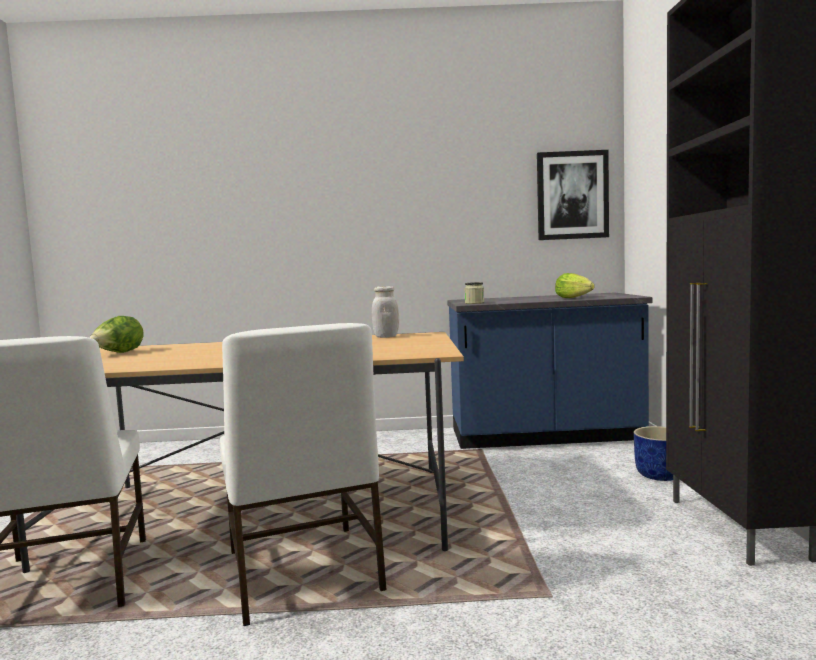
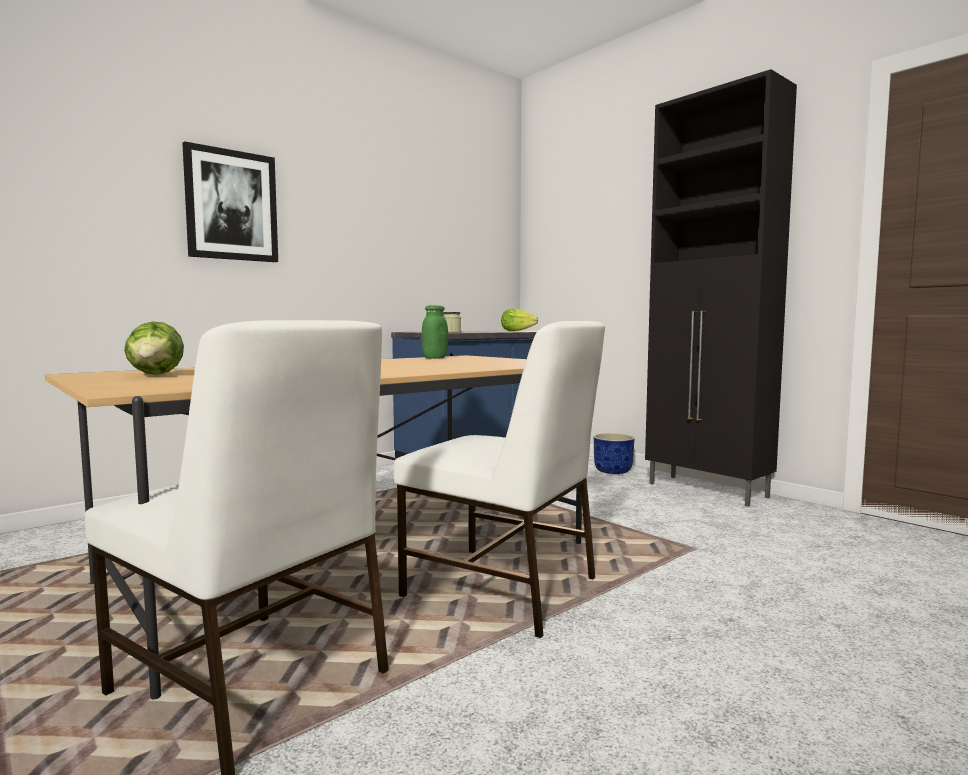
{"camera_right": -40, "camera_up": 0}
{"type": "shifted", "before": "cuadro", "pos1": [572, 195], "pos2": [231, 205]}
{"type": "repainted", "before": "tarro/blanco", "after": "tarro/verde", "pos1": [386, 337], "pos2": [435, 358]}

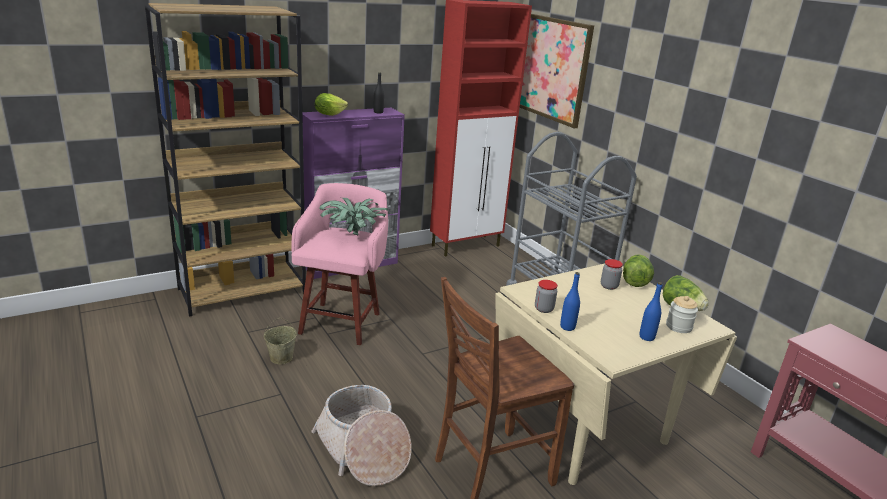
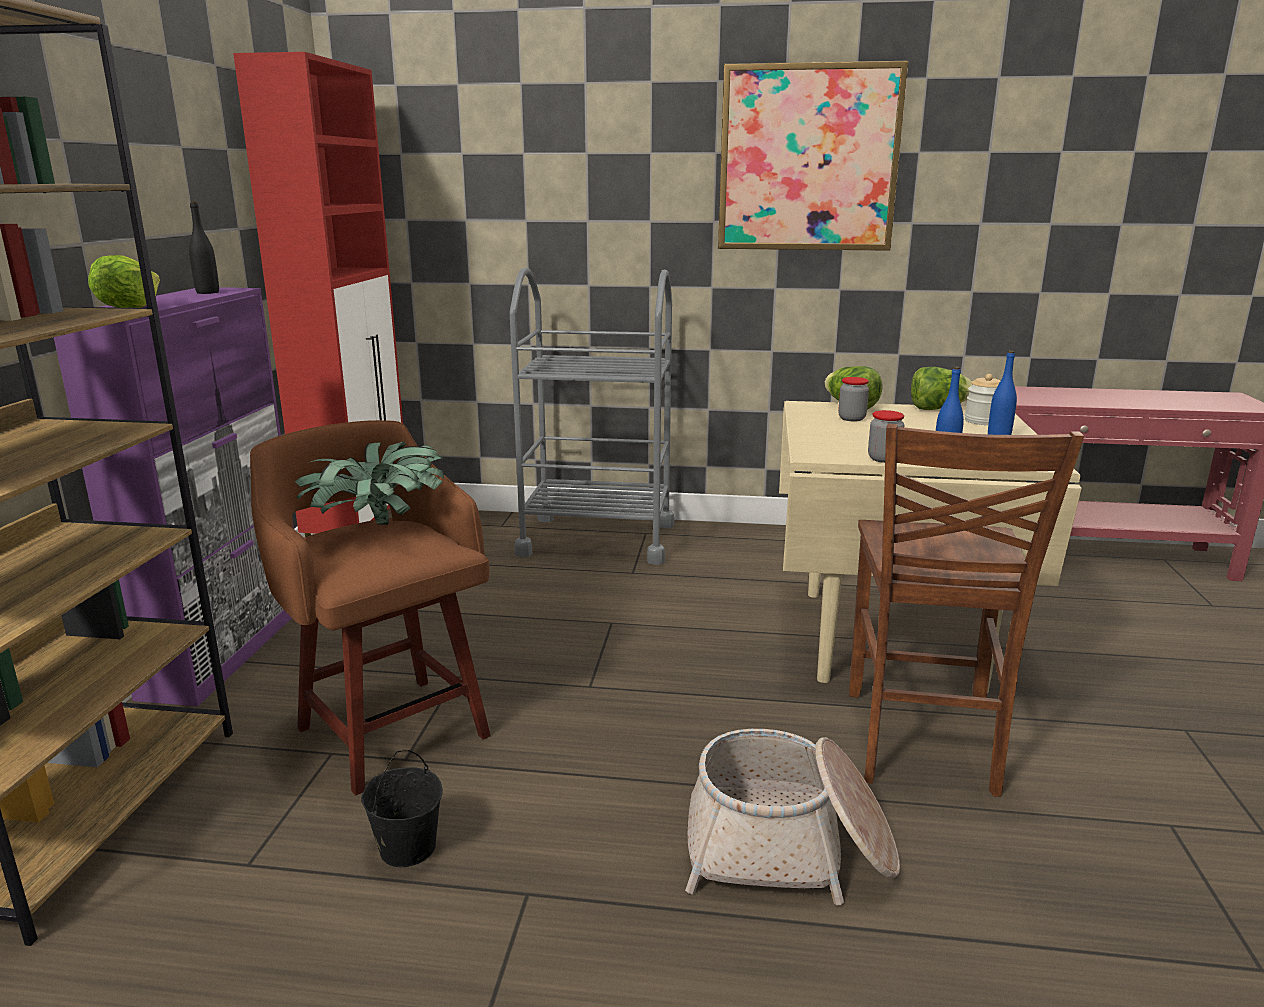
{"camera_right": -50, "camera_up": -5}
{"type": "repainted", "before": "taburete/rosa", "after": "taburete/marrón", "pos1": [341, 321], "pos2": [389, 729]}
{"type": "repainted", "before": "cubo/beis", "after": "cubo/negro", "pos1": [281, 357], "pos2": [407, 847]}
{"type": "shifted", "before": "cuadro", "pos1": [553, 69], "pos2": [808, 159]}

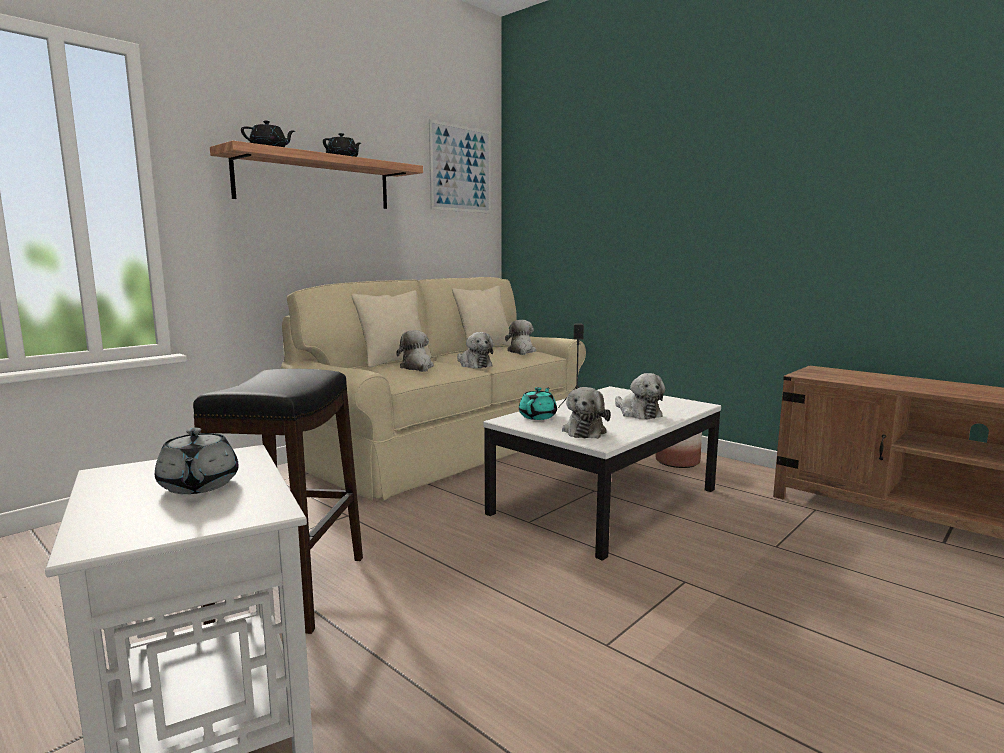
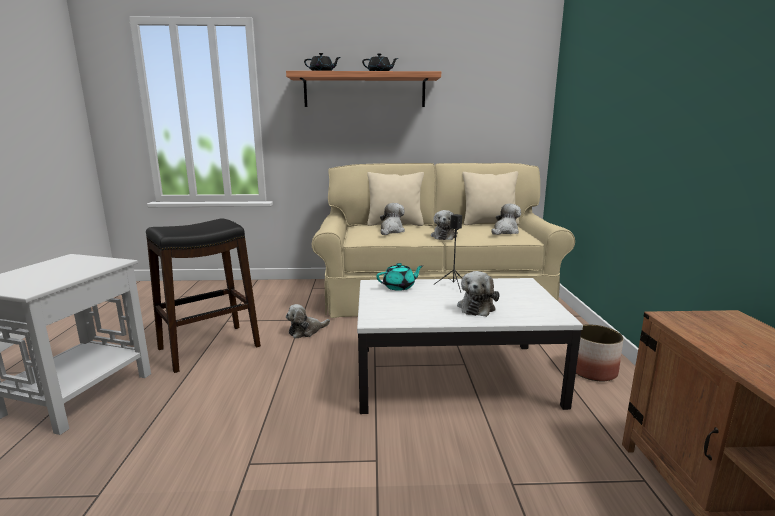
{"camera_right": 45, "camera_up": 5}
{"type": "shifted", "before": "peluche", "pos1": [584, 431], "pos2": [306, 331]}
{"type": "gone", "before": "tetera/gris", "pos1": [198, 486]}
{"type": "gone", "before": "cuadro", "pos1": [460, 169]}

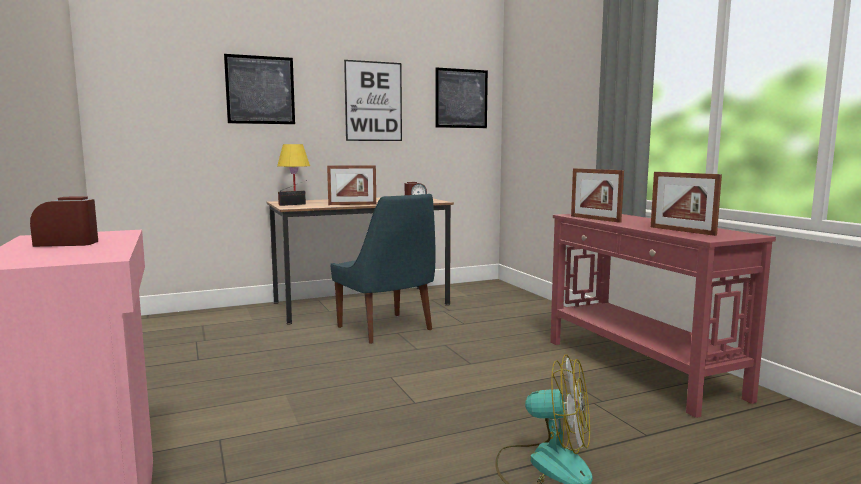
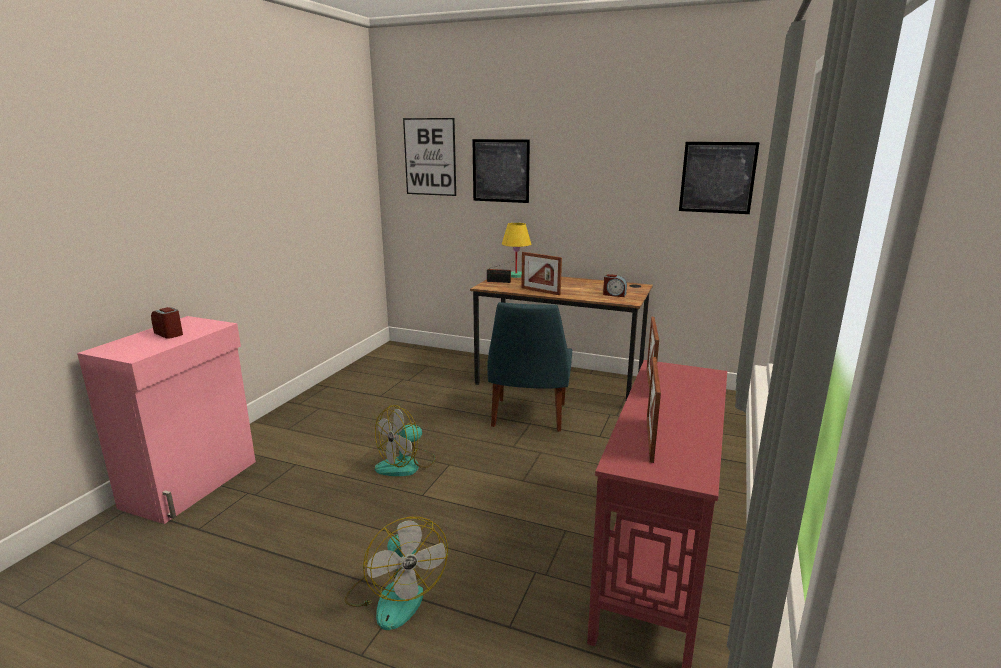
{"camera_right": 45, "camera_up": 10}
{"type": "new", "after": "ventilador", "pos2": [406, 464]}
{"type": "shifted", "before": "cuadro", "pos1": [373, 101], "pos2": [430, 157]}

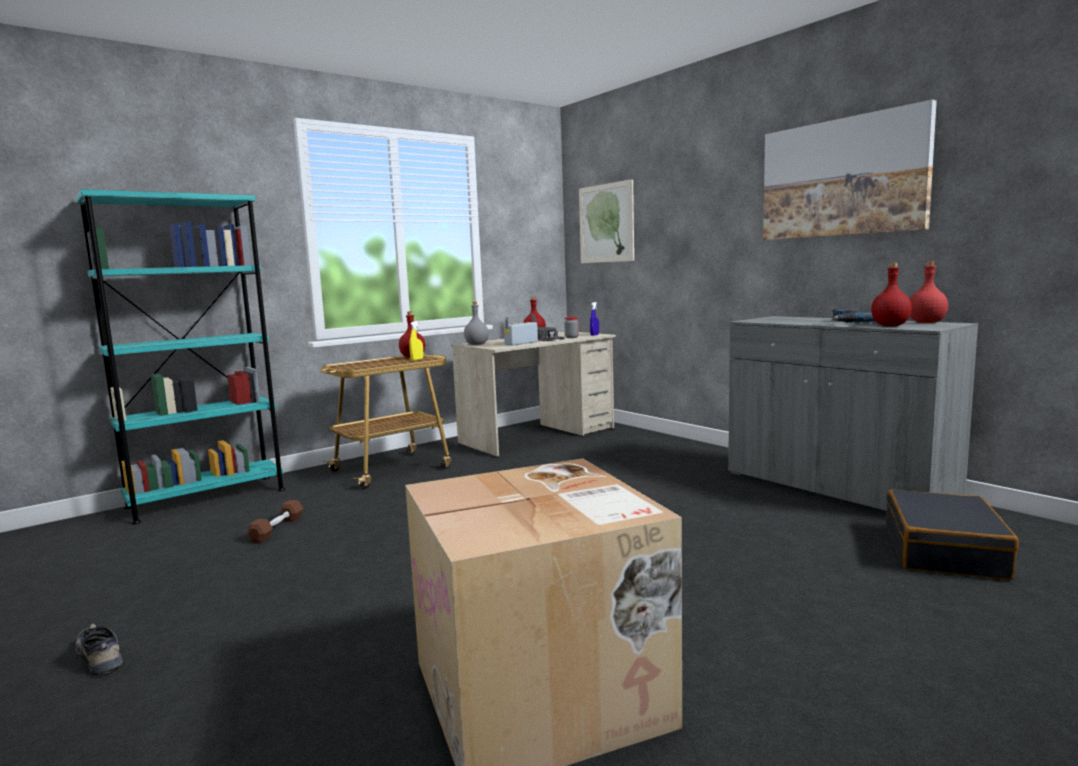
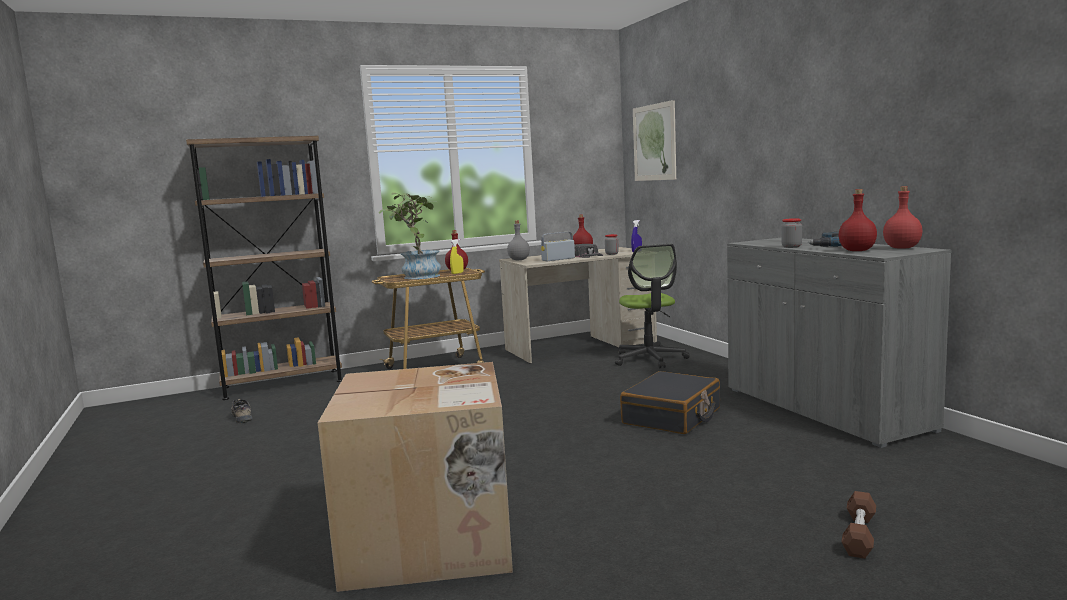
{"camera_right": 15, "camera_up": 0}
{"type": "repainted", "before": "estantería/turquesa", "after": "estantería/marrón", "pos1": [207, 498], "pos2": [282, 384]}
{"type": "shifted", "before": "zapato", "pos1": [102, 656], "pos2": [243, 416]}
{"type": "new", "after": "planta en maceta", "pos2": [416, 276]}
{"type": "new", "after": "silla de oficina", "pos2": [649, 359]}
{"type": "shifted", "before": "maleta/negro", "pos1": [944, 551], "pos2": [672, 416]}
{"type": "new", "after": "tarro", "pos2": [791, 247]}
{"type": "shifted", "before": "mancuerna/marrón", "pos1": [277, 529], "pos2": [859, 534]}
{"type": "gone", "before": "cuadro", "pos1": [842, 178]}

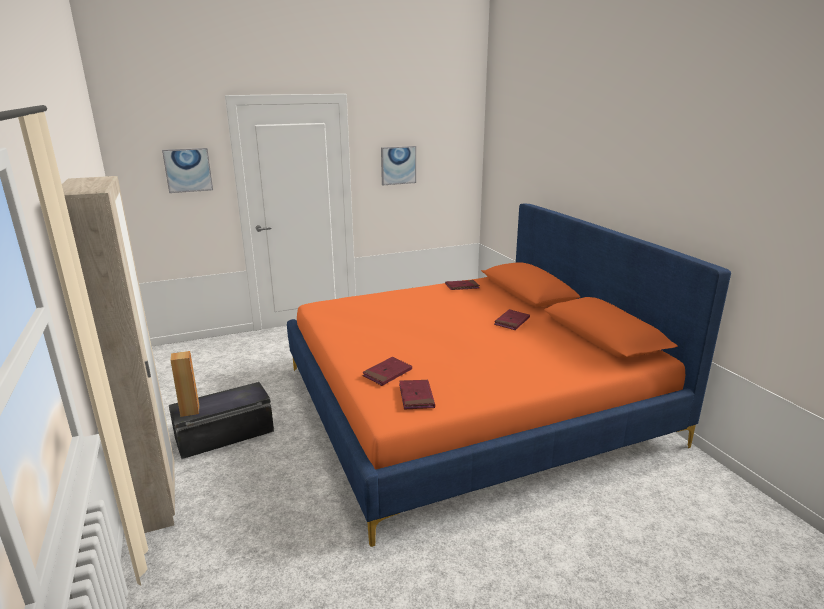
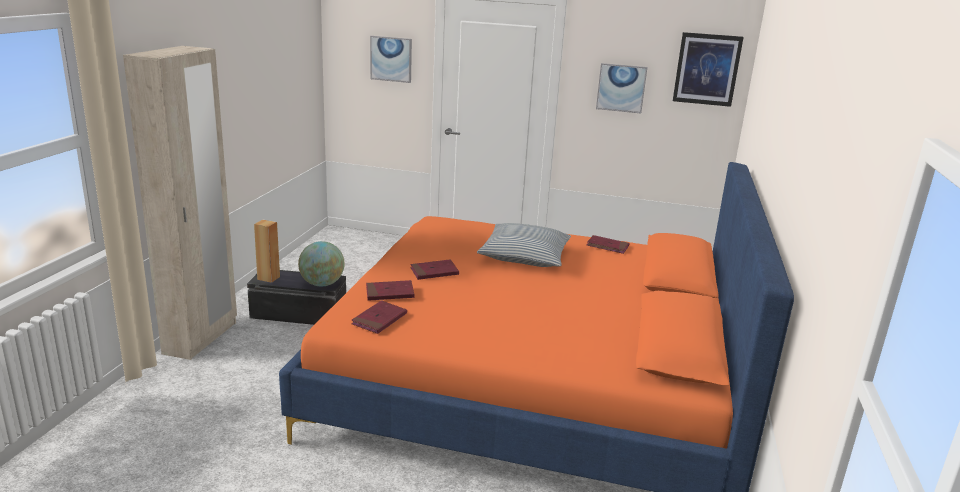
{"camera_right": 35, "camera_up": 0}
{"type": "new", "after": "globo terráqueo", "pos2": [322, 284]}
{"type": "shifted", "before": "libro/rojo", "pos1": [512, 321], "pos2": [434, 272]}
{"type": "new", "after": "cojín", "pos2": [525, 256]}
{"type": "new", "after": "cuadro", "pos2": [707, 69]}

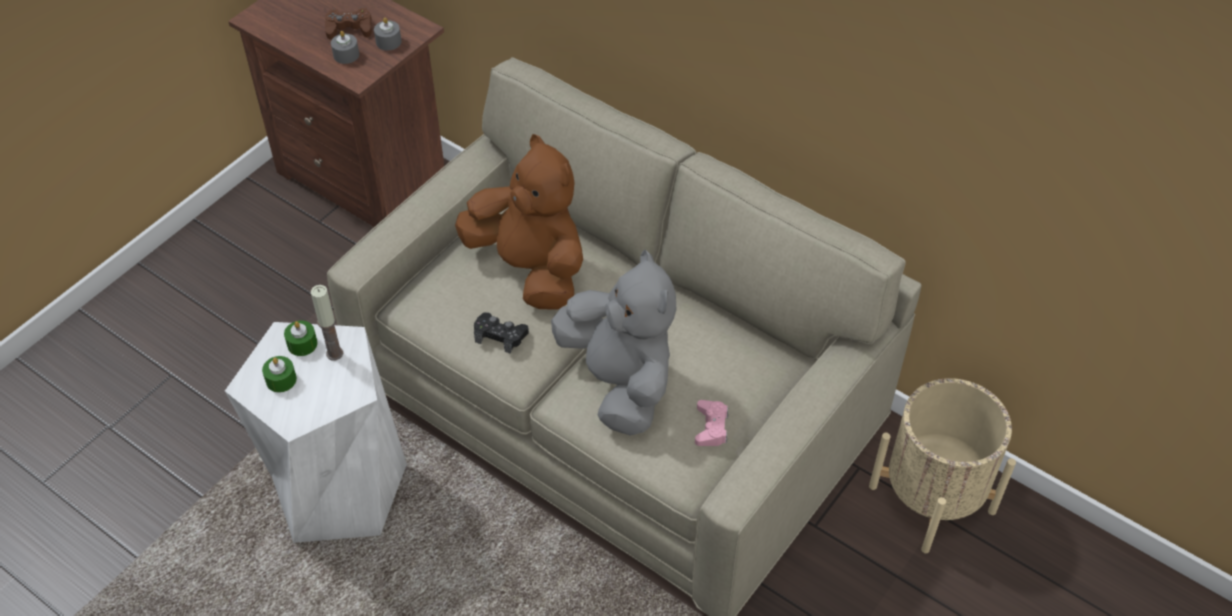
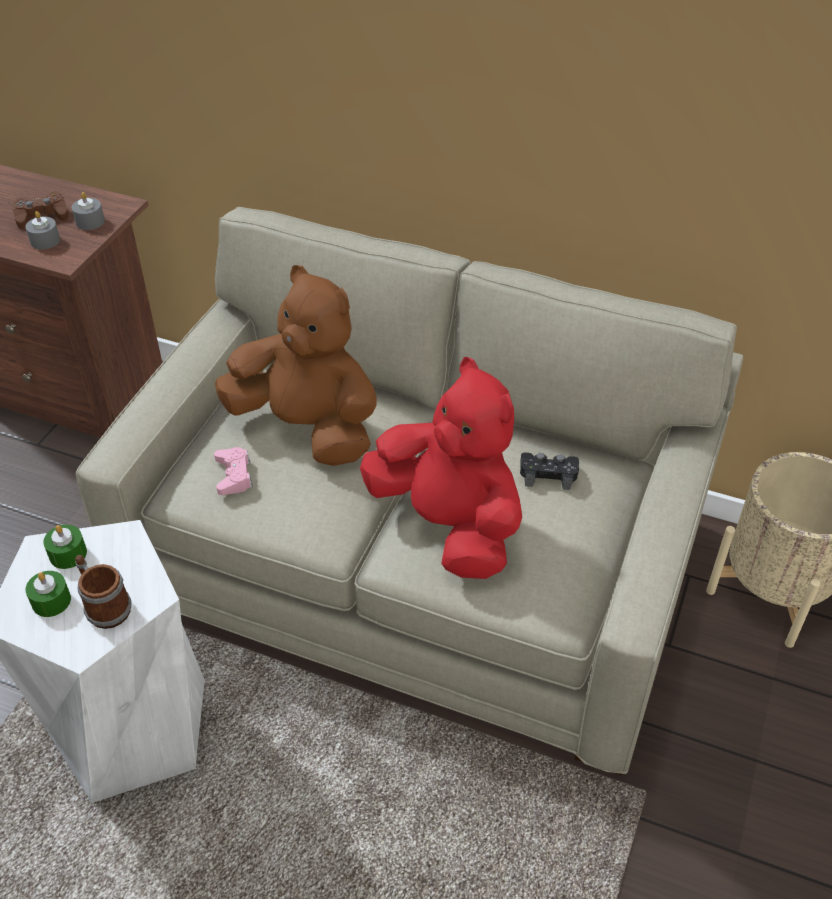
{"camera_right": -15, "camera_up": -5}
{"type": "new", "after": "taza grande", "pos2": [104, 607]}
{"type": "shifted", "before": "mando de consola/rosa", "pos1": [711, 427], "pos2": [234, 475]}
{"type": "repainted", "before": "peluche/gris", "after": "peluche/rojo", "pos1": [620, 382], "pos2": [449, 525]}
{"type": "shifted", "before": "mando de consola/negro", "pos1": [500, 335], "pos2": [548, 474]}
{"type": "gone", "before": "vela", "pos1": [334, 353]}

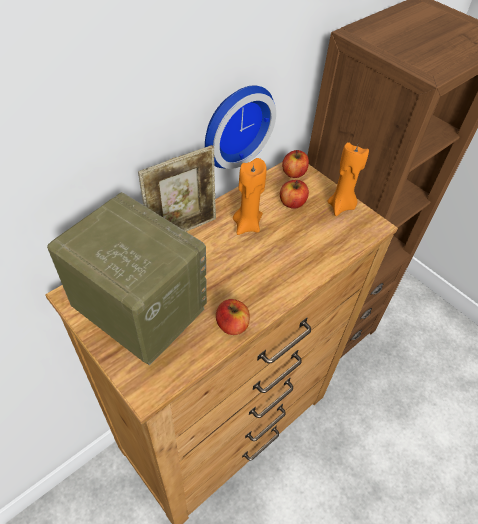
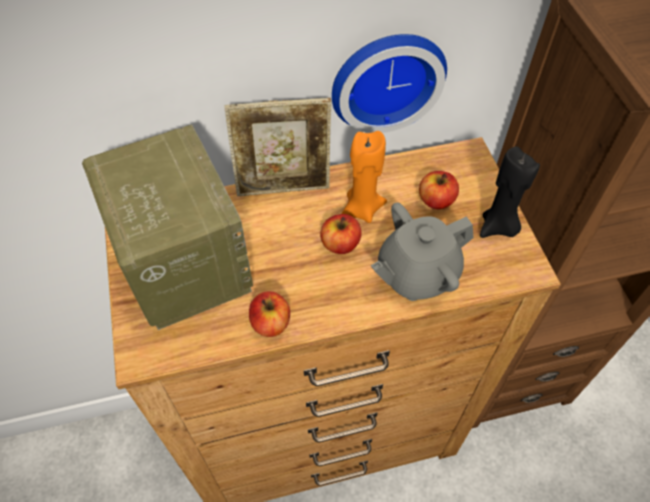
{"camera_right": 30, "camera_up": 5}
{"type": "shifted", "before": "manzana", "pos1": [294, 173], "pos2": [340, 244]}
{"type": "new", "after": "tetera/gris", "pos2": [416, 274]}
{"type": "repainted", "before": "vela/naranja", "after": "vela/negro", "pos1": [341, 206], "pos2": [498, 227]}

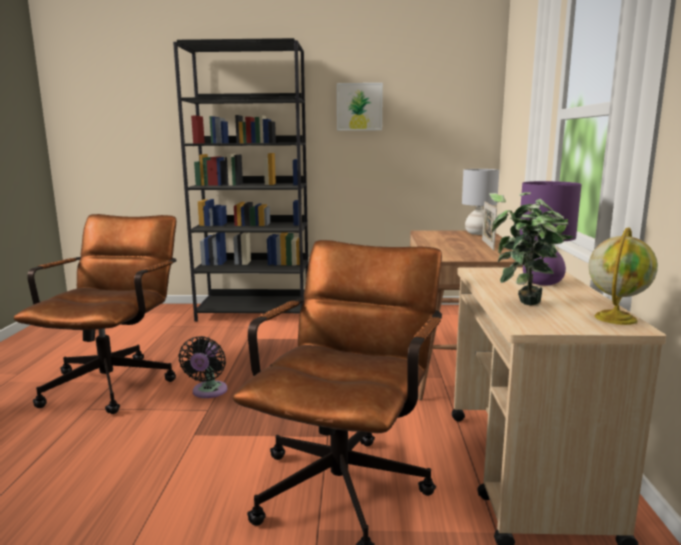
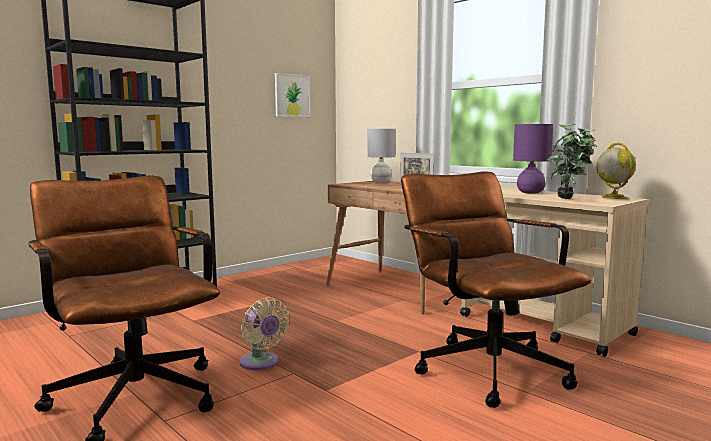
{"camera_right": -45, "camera_up": -5}
{"type": "repainted", "before": "ventilador/negro", "after": "ventilador/beis", "pos1": [208, 392], "pos2": [261, 363]}
{"type": "shifted", "before": "cuadro", "pos1": [359, 107], "pos2": [292, 95]}

